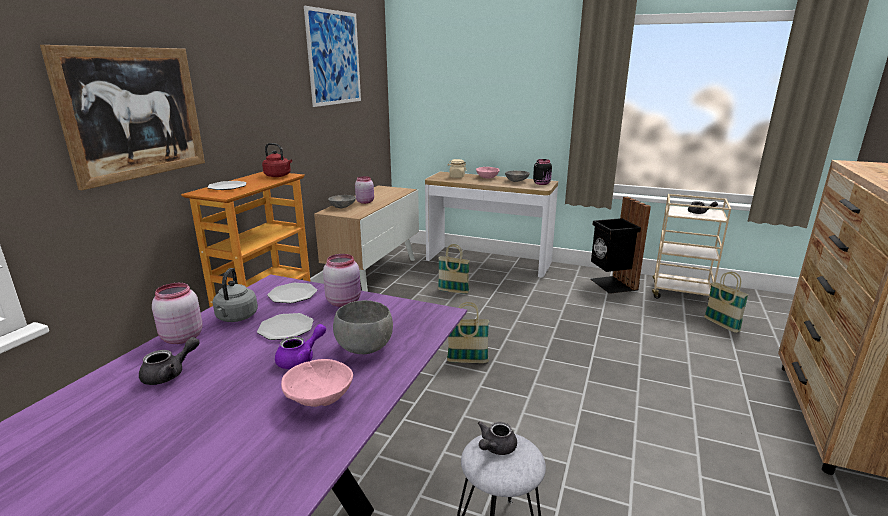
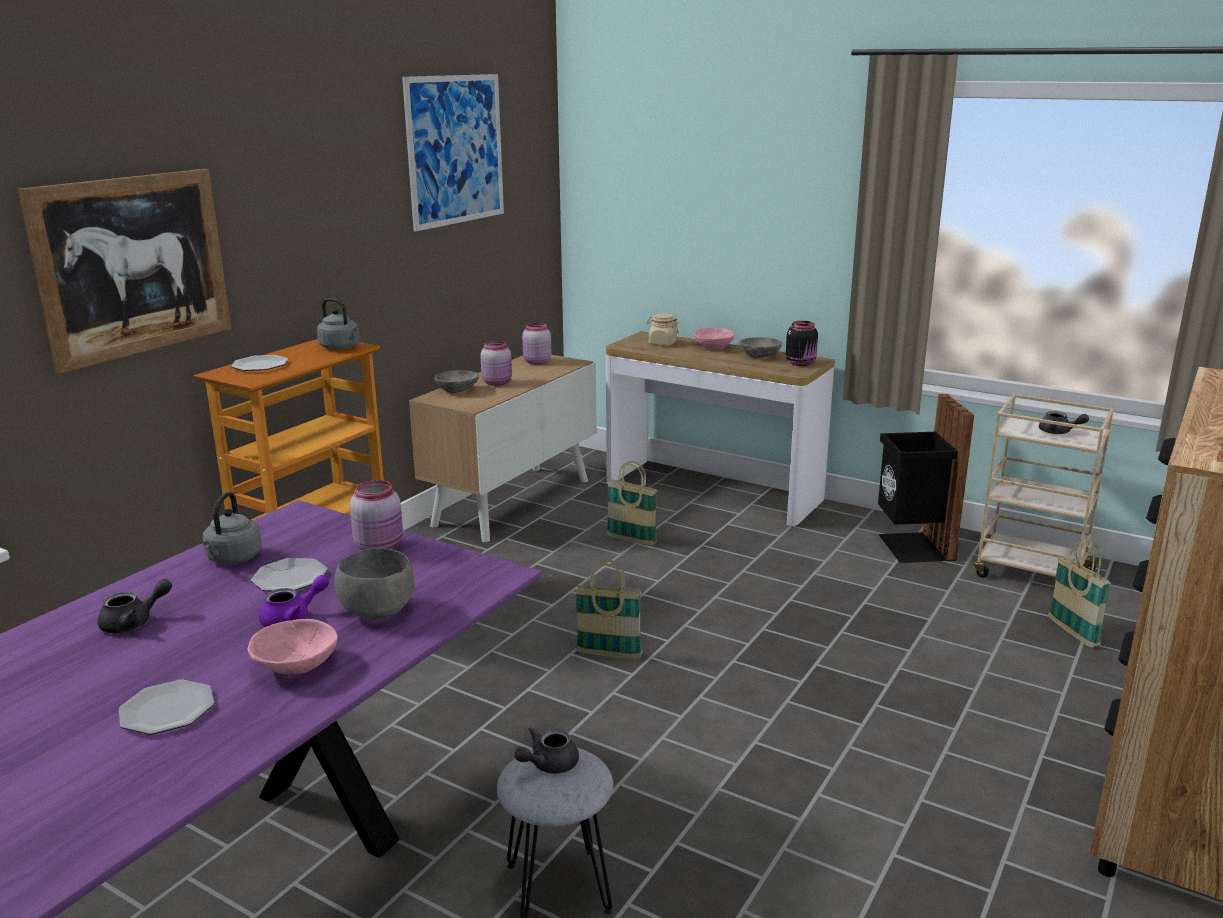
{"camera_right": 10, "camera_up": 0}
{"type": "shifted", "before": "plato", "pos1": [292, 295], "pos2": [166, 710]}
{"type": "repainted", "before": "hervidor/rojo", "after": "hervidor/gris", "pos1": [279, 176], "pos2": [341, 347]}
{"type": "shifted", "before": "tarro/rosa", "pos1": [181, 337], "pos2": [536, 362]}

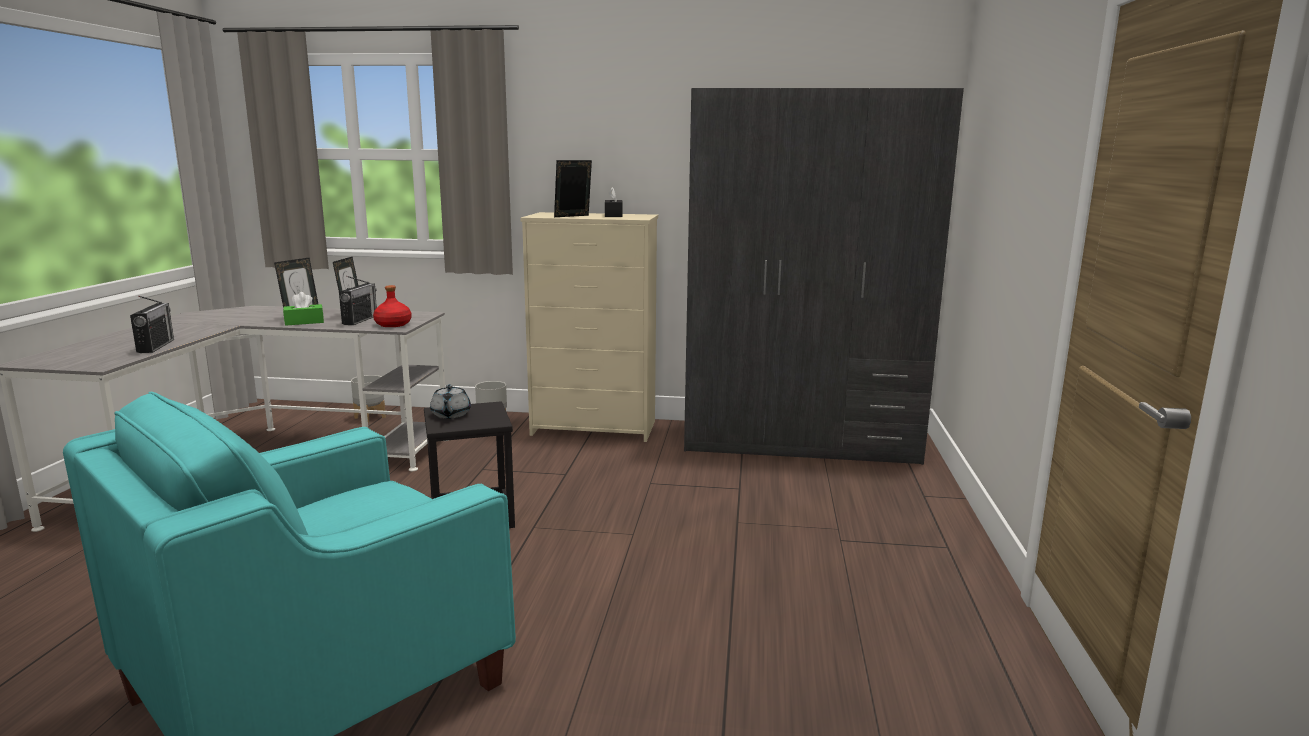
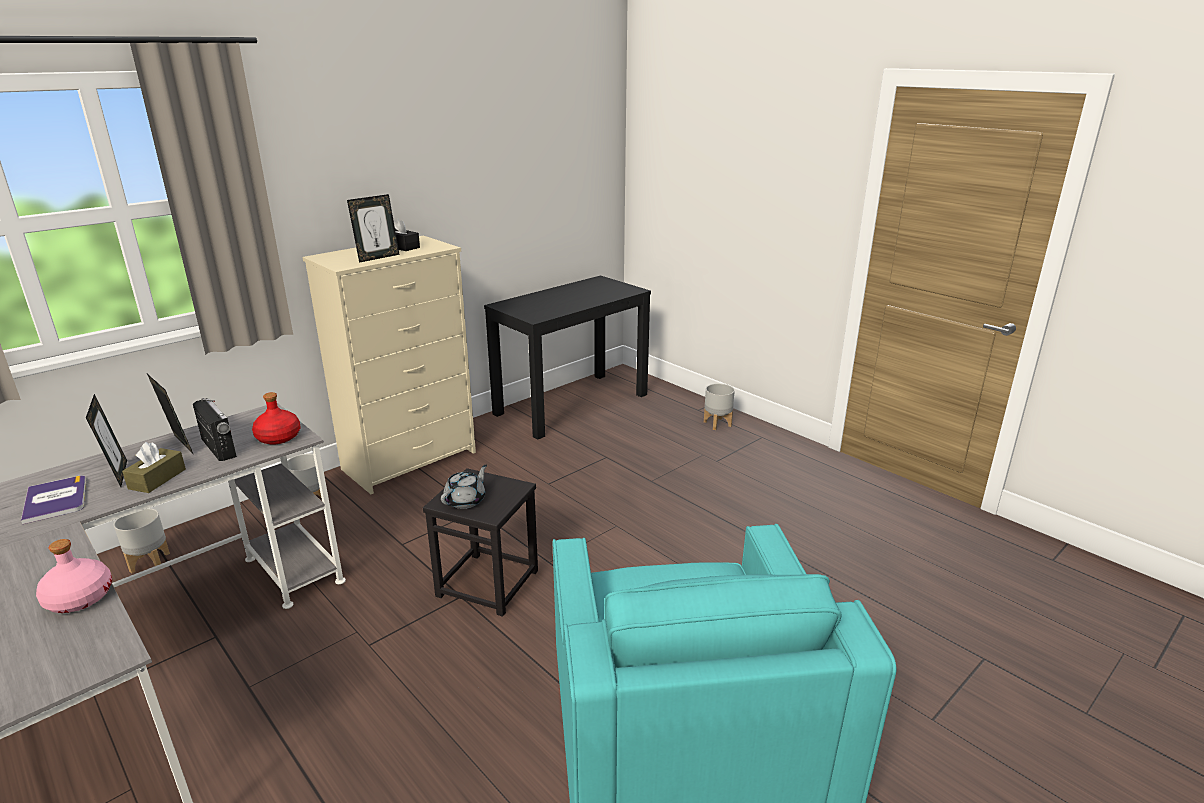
{"camera_right": -50, "camera_up": 10}
{"type": "new", "after": "libro", "pos2": [56, 500]}
{"type": "swapped", "before": "radio", "after": "botella/rosa", "pos1": [156, 346], "pos2": [78, 598]}
{"type": "repainted", "before": "caja de pañuelos/verde", "after": "caja de pañuelos/marrón", "pos1": [304, 322], "pos2": [157, 479]}
{"type": "rotated", "before": "portarretratos", "pos1": [573, 216], "pos2": [377, 257], "turn": -135}
{"type": "rotated", "before": "tetera/gris", "pos1": [450, 415], "pos2": [466, 500], "turn": -90}
{"type": "swapped", "before": "armario ropero/gris", "after": "mesa consola/negro", "pos1": [800, 442], "pos2": [572, 404]}
{"type": "new", "after": "maceta/gris", "pos2": [718, 424]}

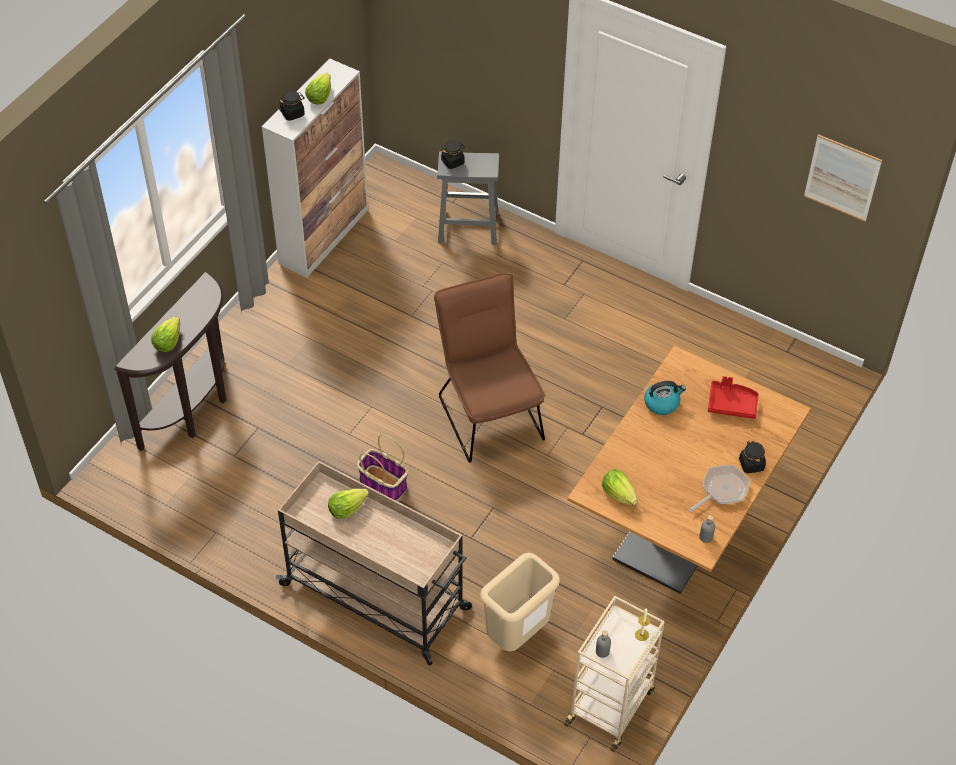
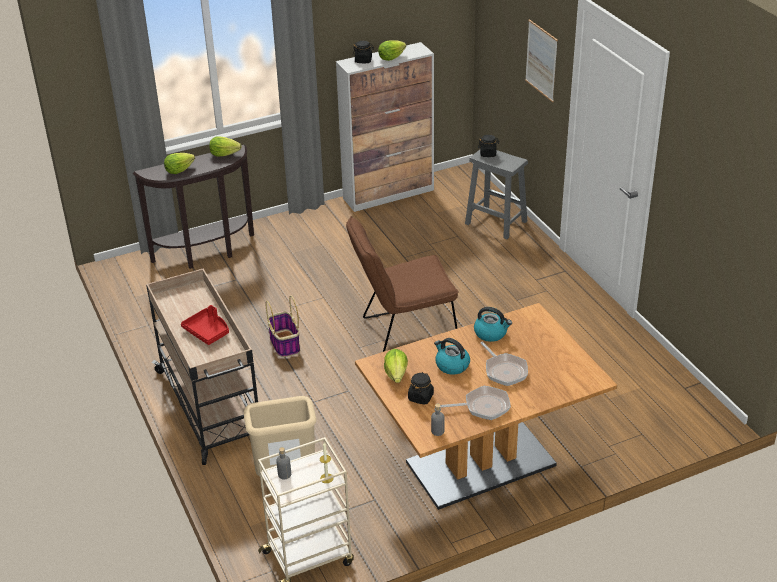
{"camera_right": 35, "camera_up": -15}
{"type": "shifted", "before": "bandeja/rojo", "pos1": [732, 404], "pos2": [207, 331]}
{"type": "shifted", "before": "lechuga", "pos1": [347, 509], "pos2": [224, 154]}
{"type": "rotated", "before": "silla/marrón", "pos1": [488, 412], "pos2": [403, 332], "turn": -120}
{"type": "shifted", "before": "tarro/negro", "pos1": [751, 464], "pos2": [420, 397]}
{"type": "new", "after": "hervidor", "pos2": [451, 365]}
{"type": "new", "after": "sartén", "pos2": [504, 370]}
{"type": "shifted", "before": "cuadro", "pos1": [842, 178], "pos2": [541, 60]}

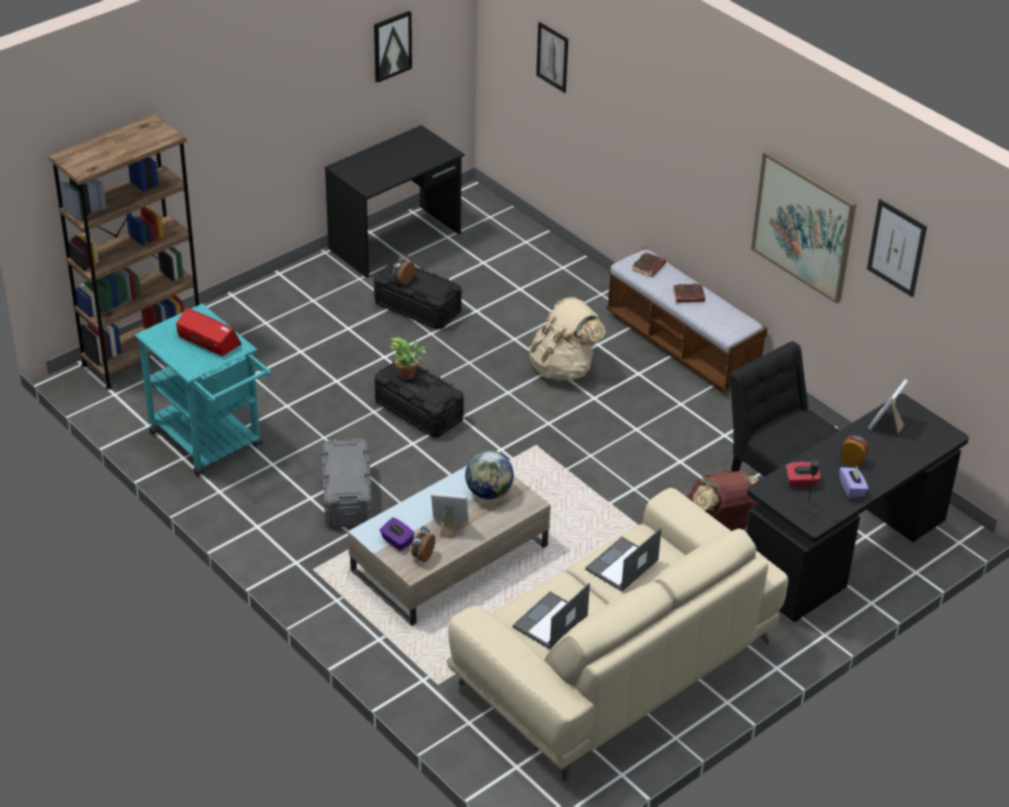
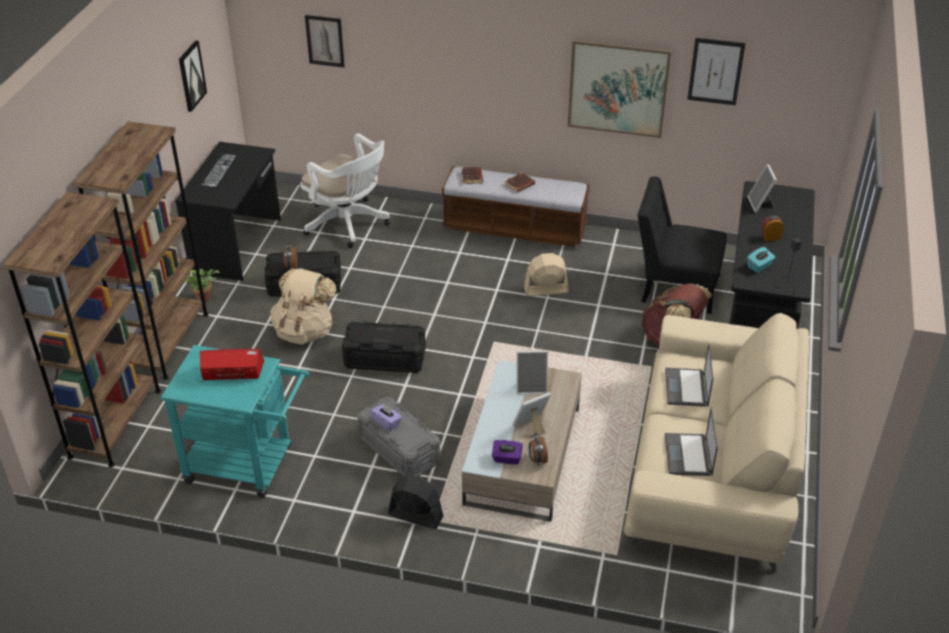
{"camera_right": -35, "camera_up": 0}
{"type": "new", "after": "estantería/marrón", "pos2": [167, 342]}
{"type": "shifted", "before": "planta en maceta", "pos1": [409, 375], "pos2": [205, 297]}
{"type": "new", "after": "teclado", "pos2": [219, 171]}
{"type": "shifted", "before": "mochila/beis", "pos1": [563, 368], "pos2": [305, 331]}
{"type": "new", "after": "silla de oficina/blanco", "pos2": [349, 224]}
{"type": "shifted", "before": "caja de pañuelos/morado", "pos1": [852, 489], "pos2": [387, 422]}
{"type": "new", "after": "ventilador/negro", "pos2": [415, 515]}
{"type": "swapped", "before": "globo terráqueo", "after": "portarretratos", "pos1": [489, 493], "pos2": [531, 386]}
{"type": "new", "after": "ventilador/beis", "pos2": [546, 289]}
{"type": "repainted", "before": "caja de pañuelos/rojo", "after": "caja de pañuelos/turquesa", "pos1": [801, 482], "pos2": [759, 266]}

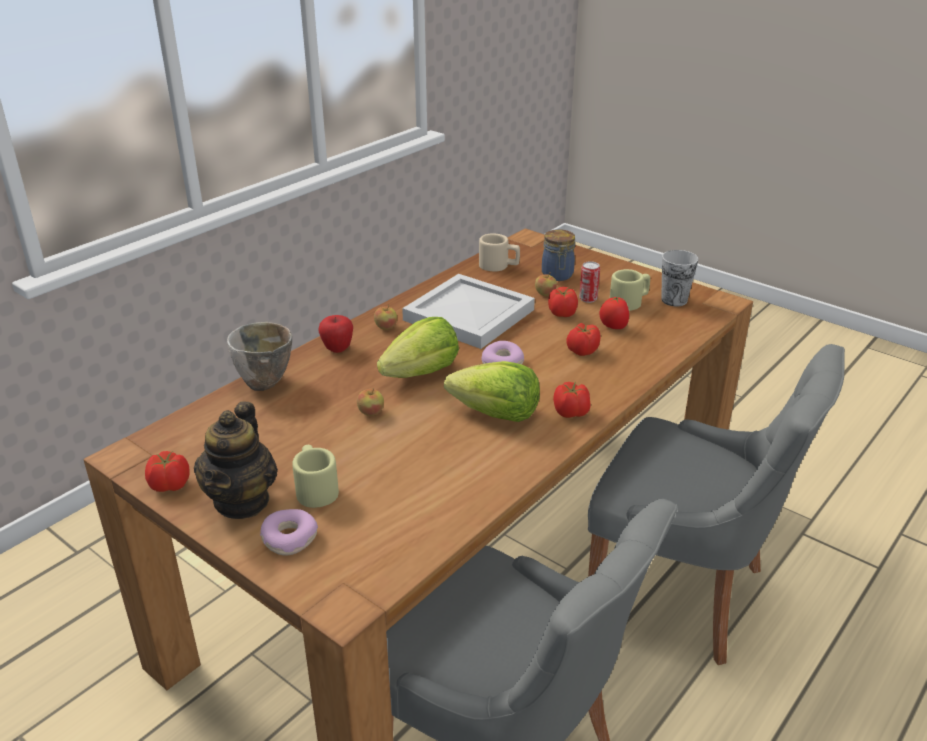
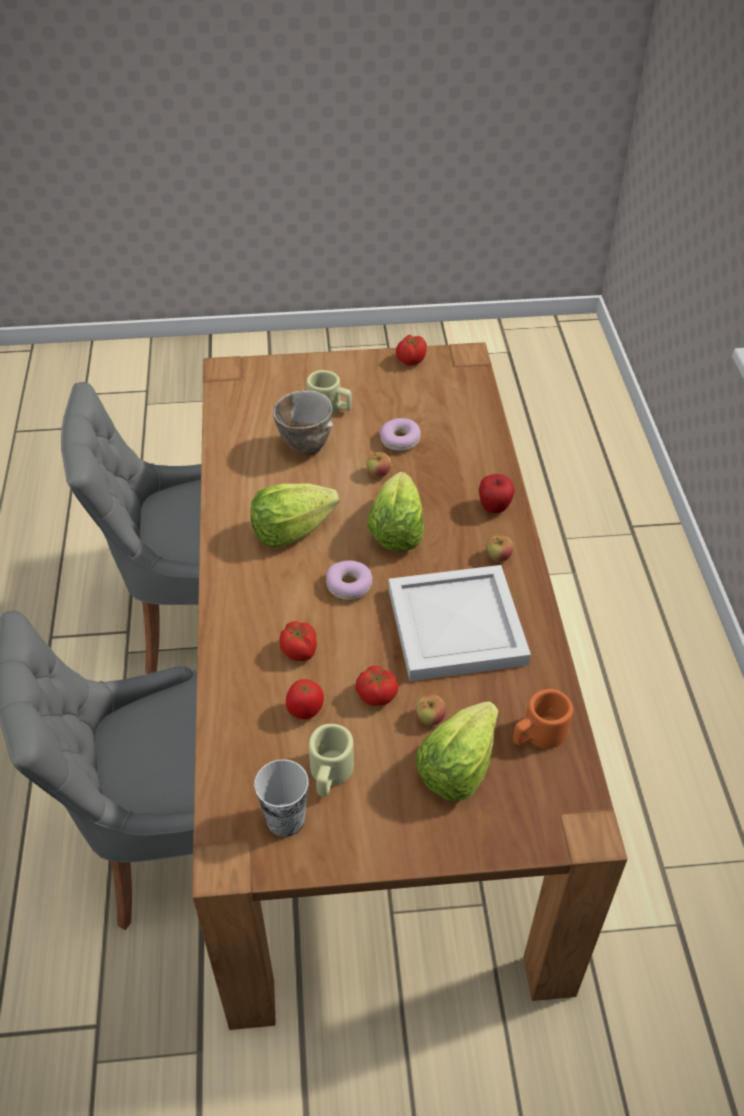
{"camera_right": 135, "camera_up": 15}
{"type": "shifted", "before": "cuenco", "pos1": [265, 385], "pos2": [304, 447]}
{"type": "shifted", "before": "rosquilla", "pos1": [289, 538], "pos2": [400, 440]}
{"type": "swapped", "before": "tarro", "after": "lechuga", "pos1": [557, 276], "pos2": [457, 767]}
{"type": "repainted", "before": "taza grande/beis", "after": "taza grande/naranja", "pos1": [499, 266], "pos2": [538, 734]}
{"type": "gone", "before": "tetera", "pos1": [242, 501]}
{"type": "gone", "before": "tomate", "pos1": [571, 413]}
{"type": "gone", "before": "lata", "pos1": [588, 299]}

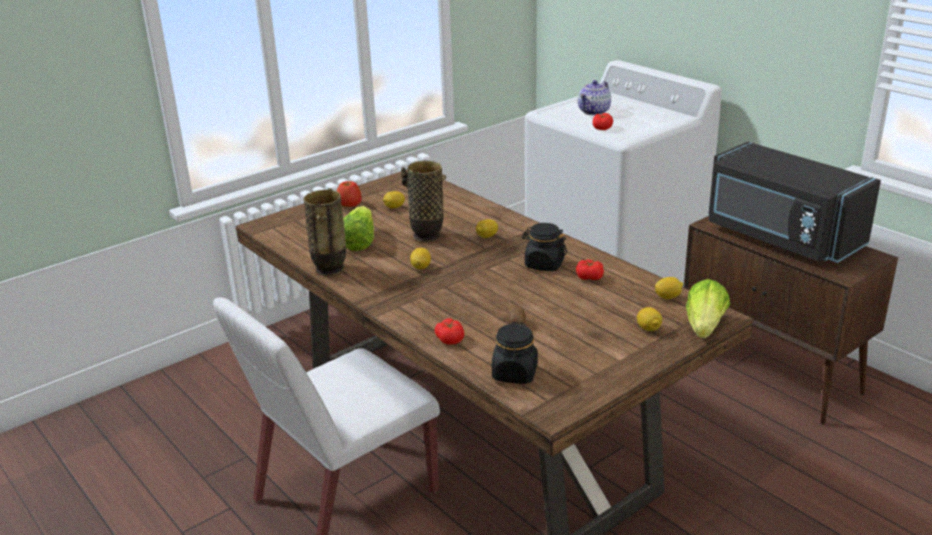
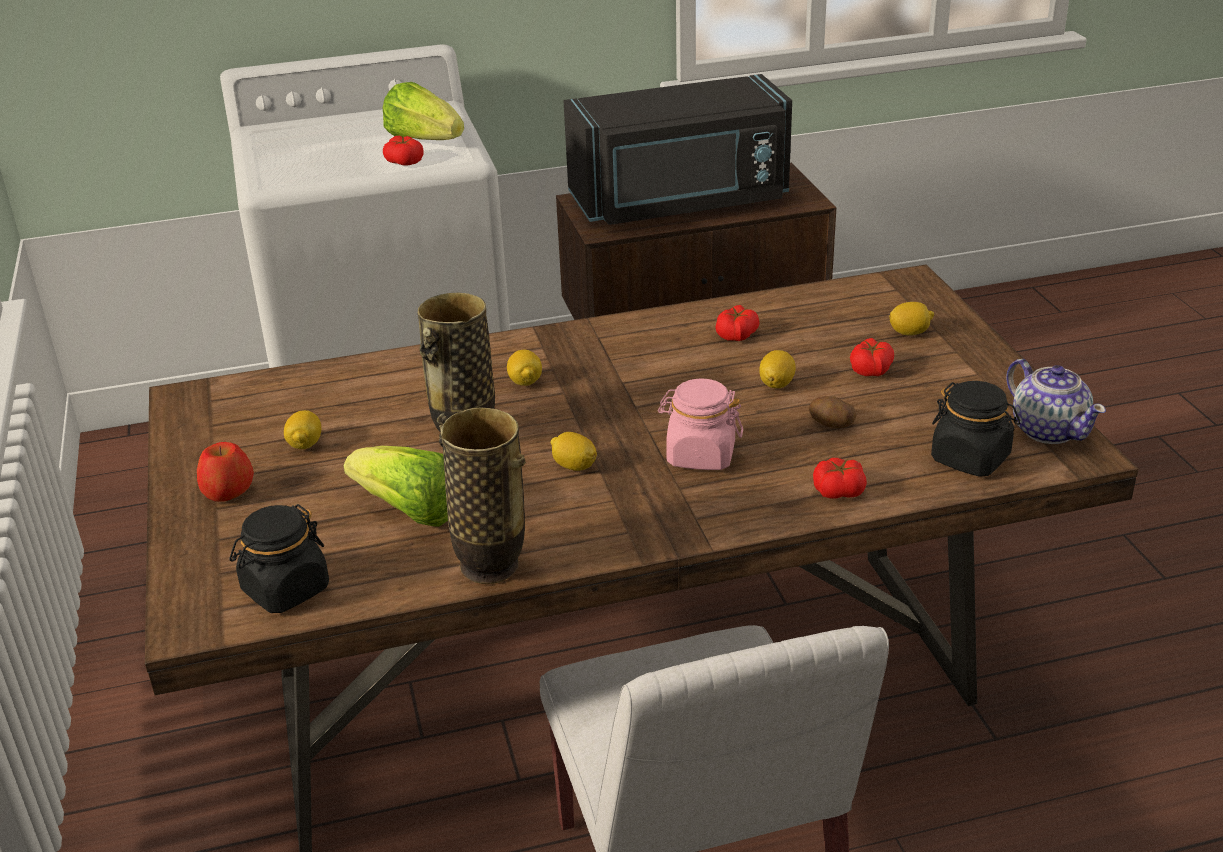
{"camera_right": -65, "camera_up": 5}
{"type": "shifted", "before": "tarro/negro", "pos1": [544, 264], "pos2": [285, 590]}
{"type": "shifted", "before": "lechuga", "pos1": [705, 327], "pos2": [424, 140]}
{"type": "new", "after": "tarro/rosa", "pos2": [700, 455]}
{"type": "shifted", "before": "limón", "pos1": [668, 297], "pos2": [776, 384]}
{"type": "new", "after": "tomate", "pos2": [870, 369]}
{"type": "shifted", "before": "tetera", "pos1": [594, 112], "pos2": [1048, 429]}

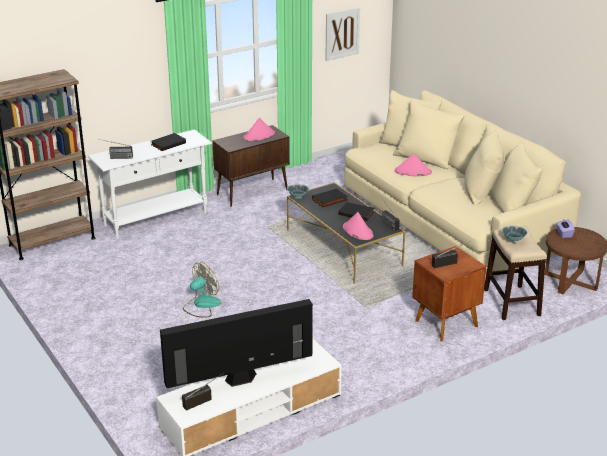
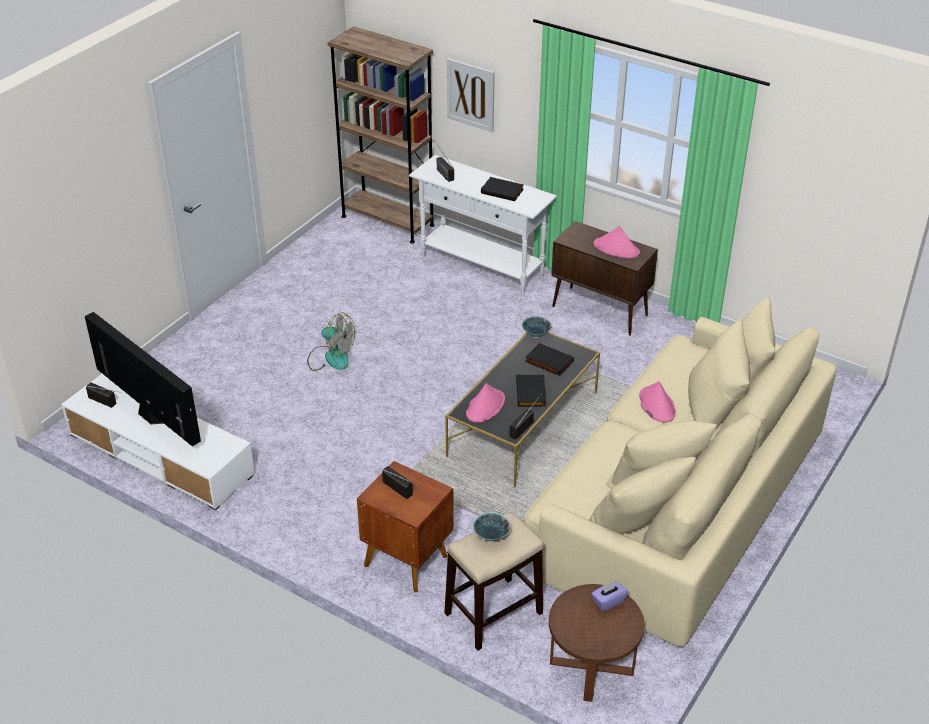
{"camera_right": 65, "camera_up": 10}
{"type": "shifted", "before": "cuadro", "pos1": [342, 33], "pos2": [471, 94]}

